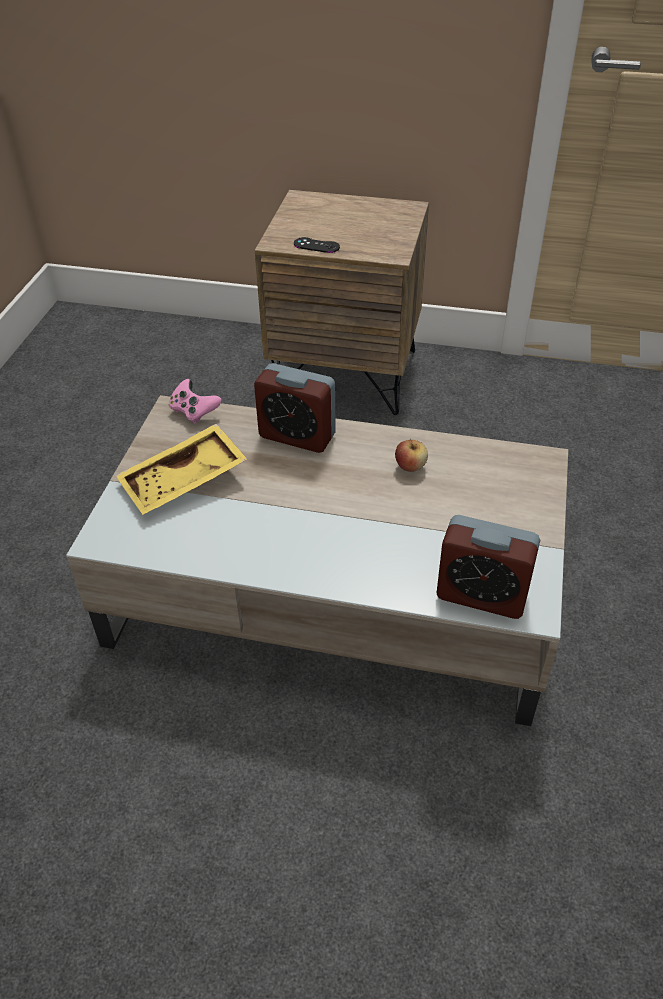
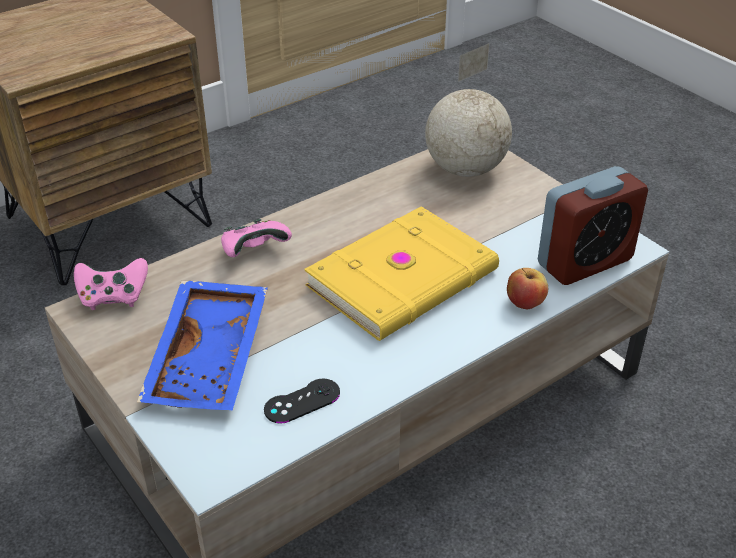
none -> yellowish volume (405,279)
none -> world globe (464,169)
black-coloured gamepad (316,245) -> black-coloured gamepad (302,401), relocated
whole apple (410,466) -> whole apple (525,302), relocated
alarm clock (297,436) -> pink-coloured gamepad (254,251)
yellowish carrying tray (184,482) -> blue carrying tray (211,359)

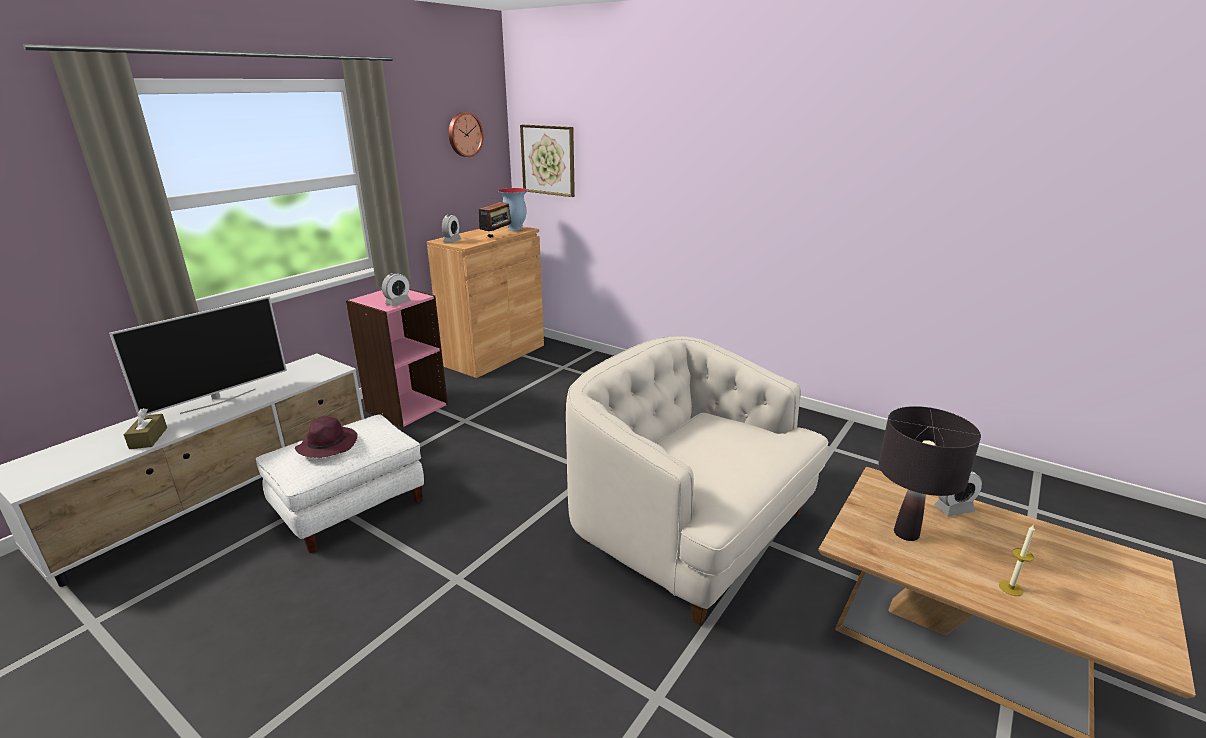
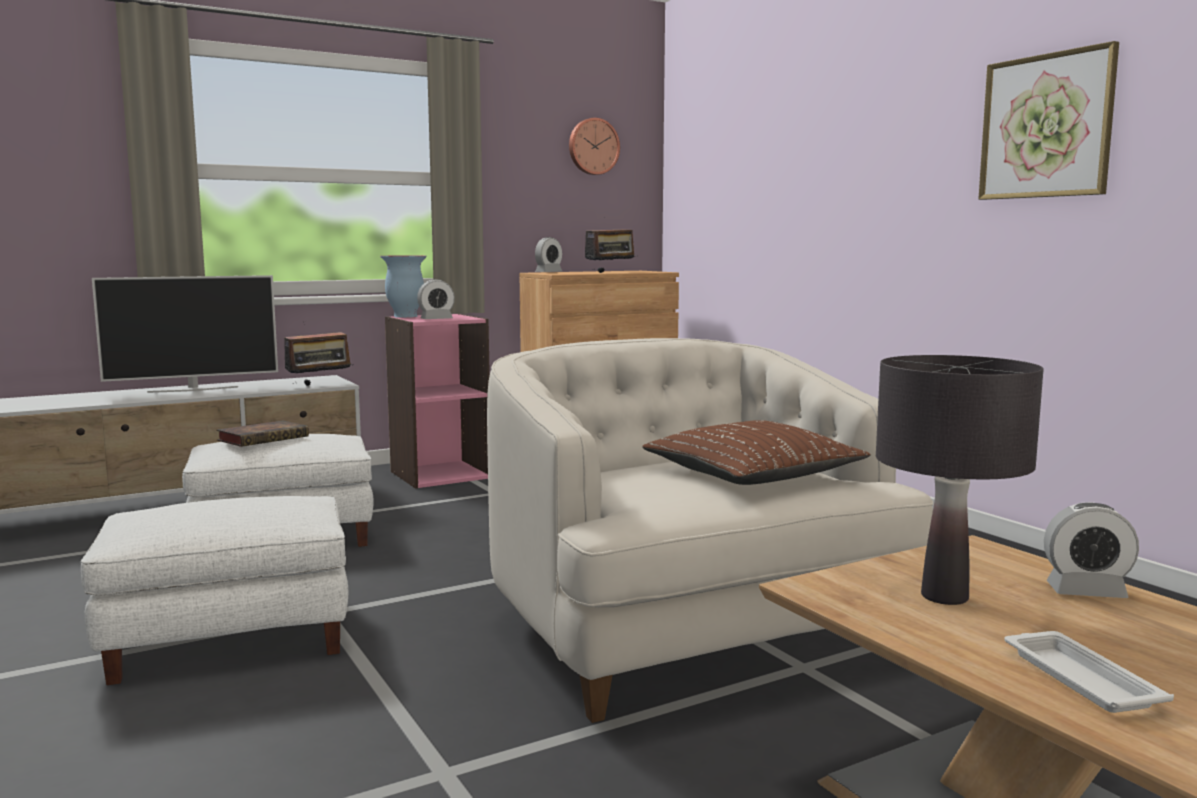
brown tissue holder (148,438) -> none
none -> white-coloured pouffe (231,636)
none -> radio (320,385)
none -> brown throw pillow (751,474)
flower vase (514,229) -> flower vase (404,316), relocated
wall picture (548,160) -> wall picture (1046,126), relocated
purplish wearable hat (327,444) -> volume (264,438)
candle (1011,588) -> white-coloured carrying tray (1078,678)

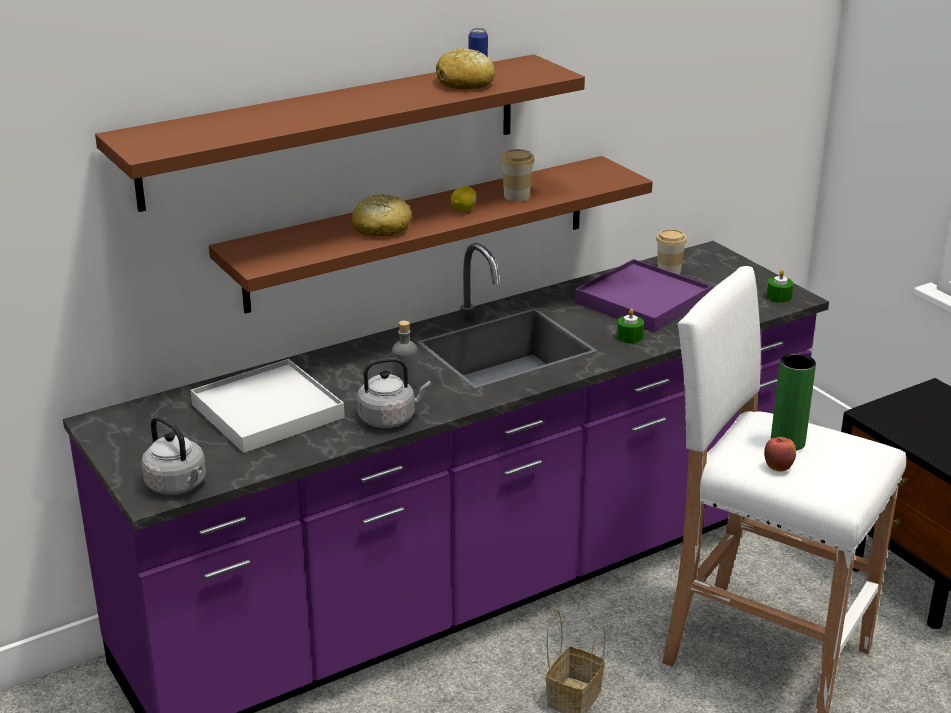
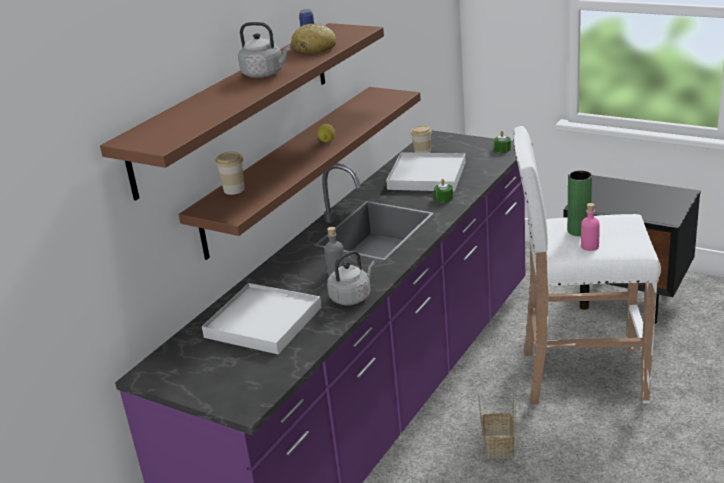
bread (381,228) -> none
greyish water kettle (178,485) -> greyish water kettle (265,74), relocated
small cup (516,196) -> small cup (234,190), relocated
whole apple (778,468) -> pink-coloured drink bottle (589,246)
purplish carrying tray (642,301) -> white-coloured carrying tray (427,176)

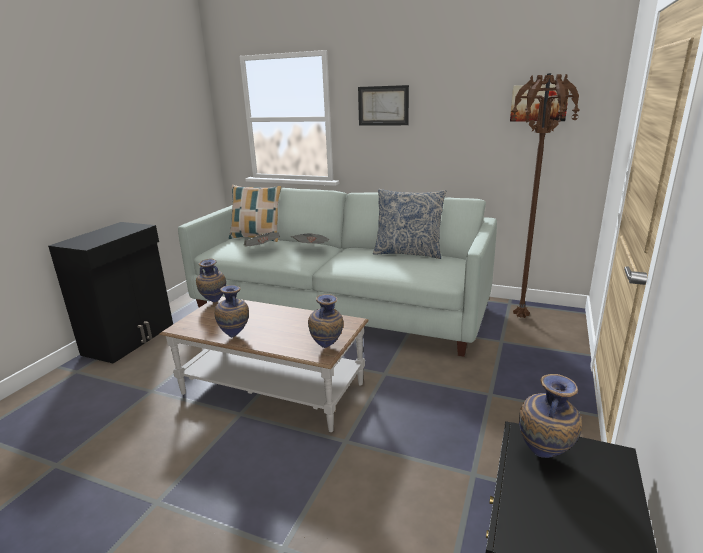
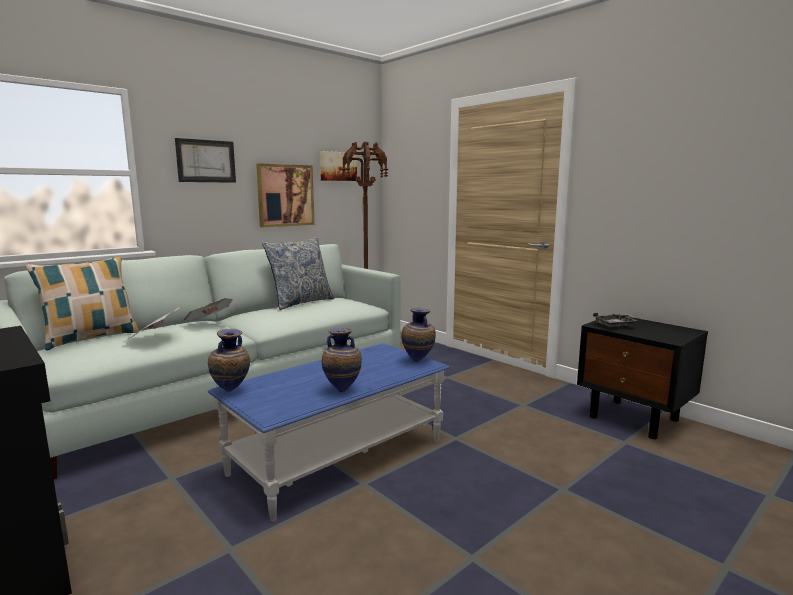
none -> wall picture (285,195)
flower vase (544,457) -> greyish carrying tray (616,325)
brown low table (272,388) -> blue low table (338,457)

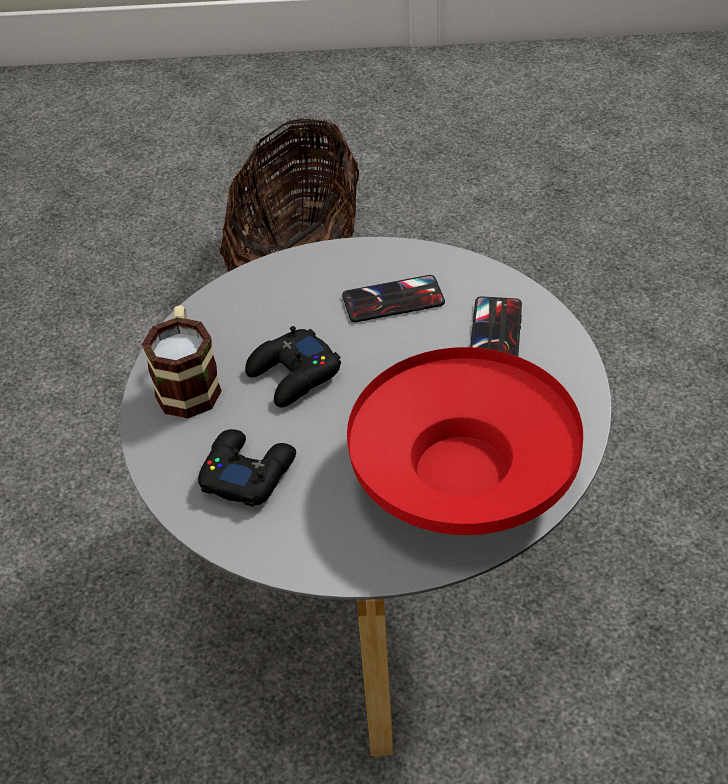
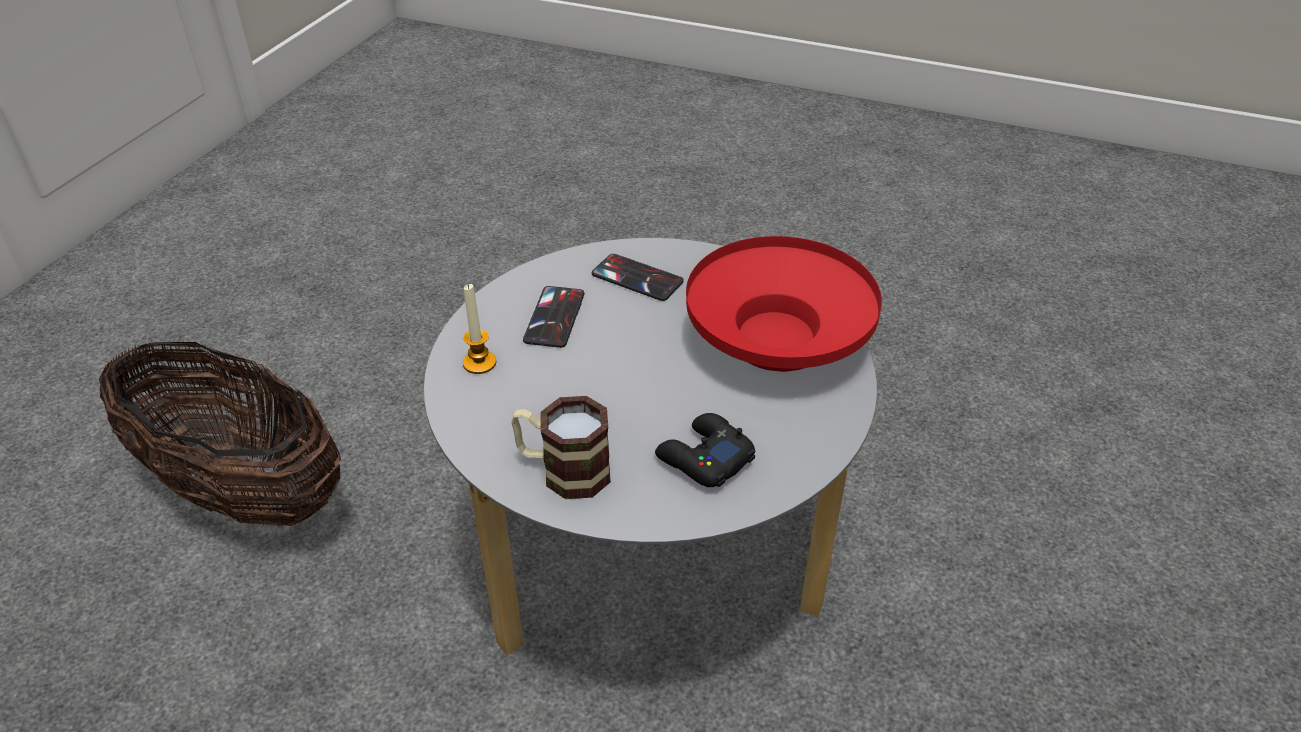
black-coloured gamepad (293,375) -> none
none -> candle (479,363)

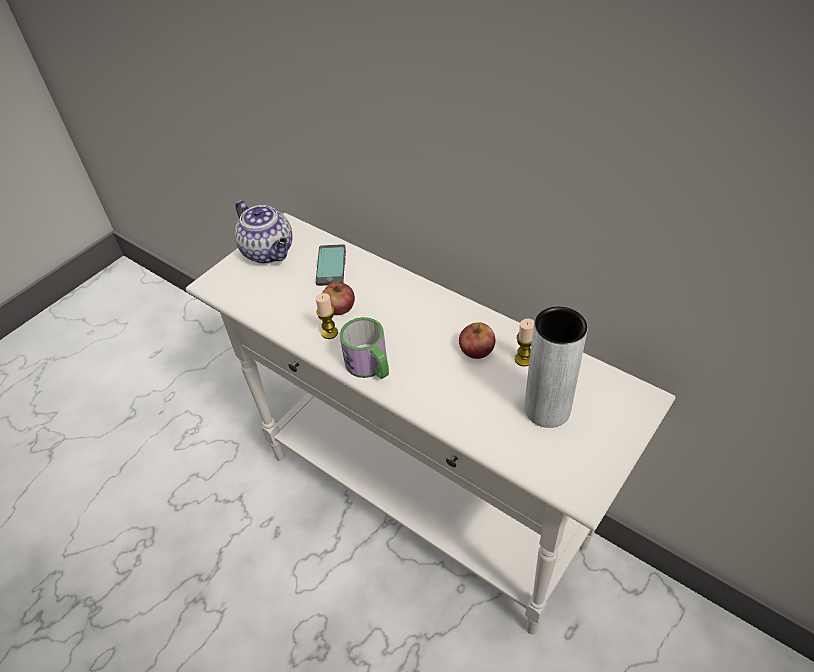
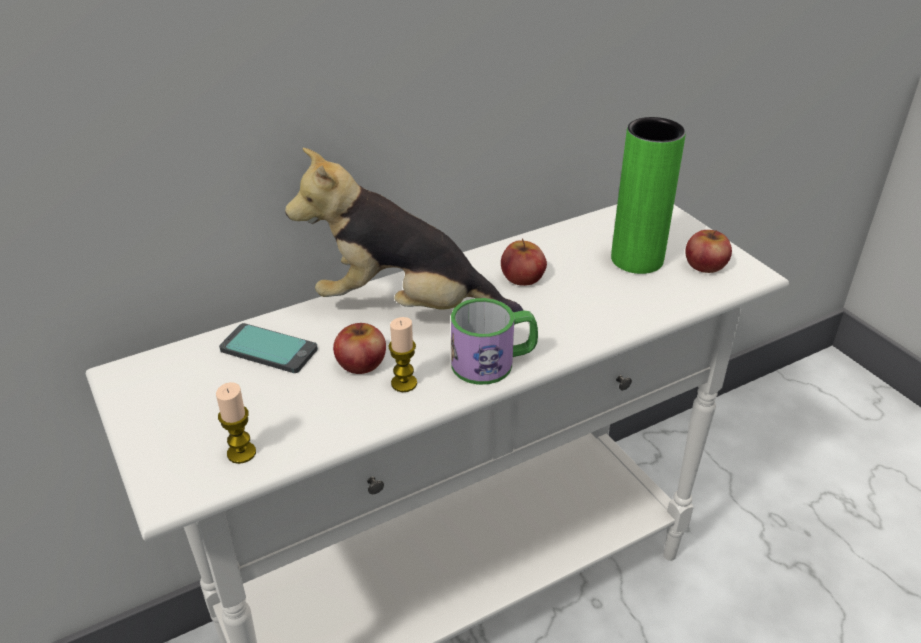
pot for tea (269,252) -> none
none -> plush toy (405,307)
none -> whole apple (705,264)
candle (523,359) -> candle (241,453), relocated
greyish flower vase (547,409) -> green flower vase (637,260)

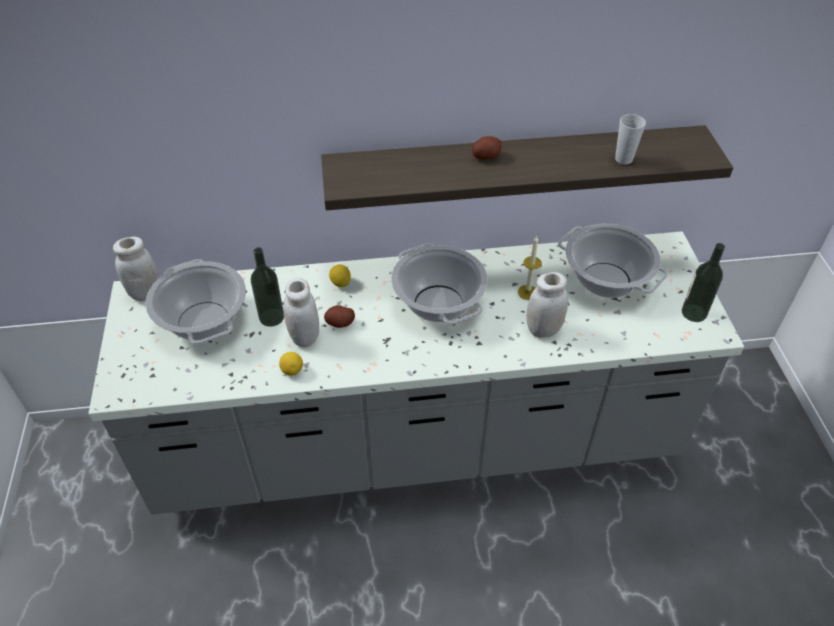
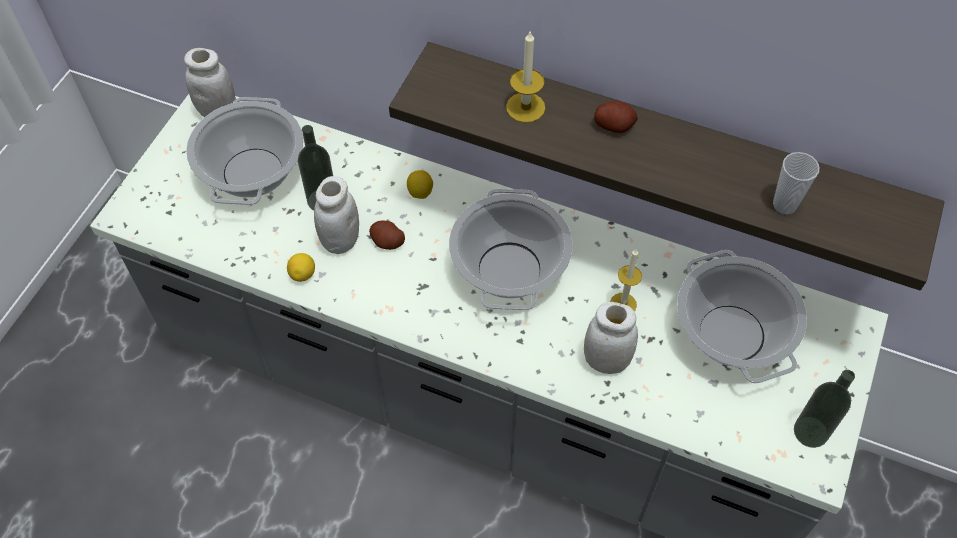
none -> candle (525,107)

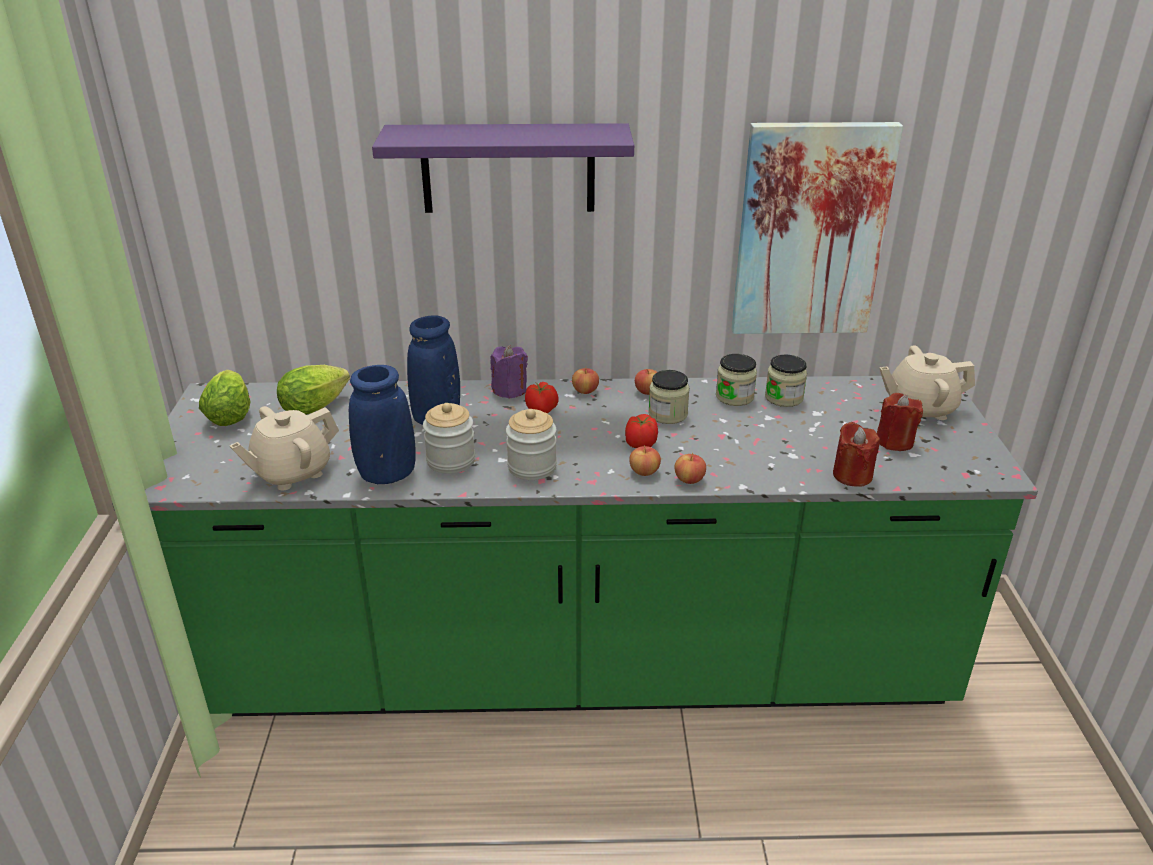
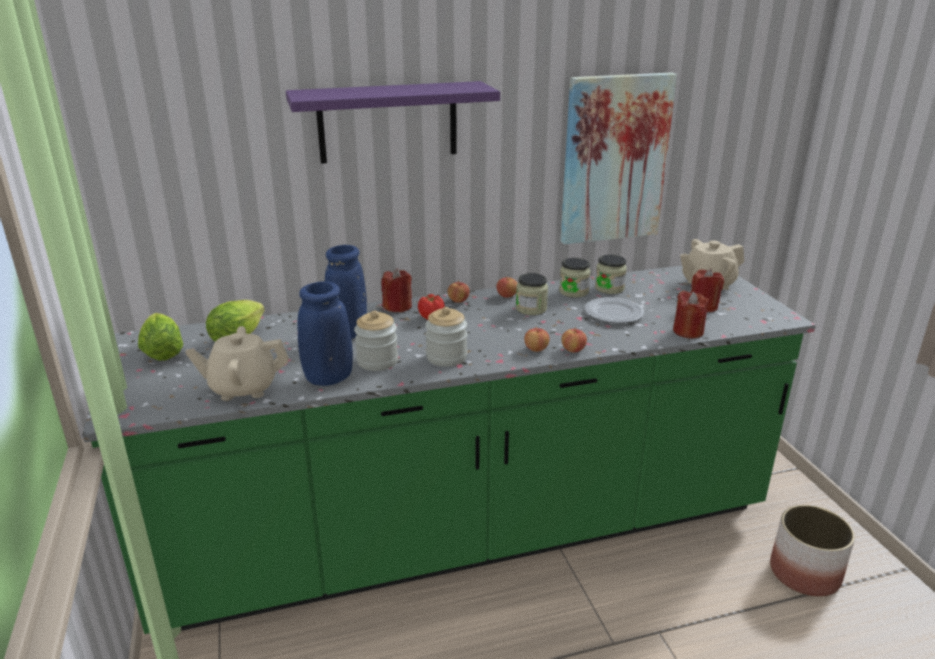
fresh tomato (640,444) -> none
none -> flat dish (613,313)
none -> flower pot (805,573)
purplish candle (509,390) -> red-coloured candle (397,307)
beige-coloured pot for tea (292,473) -> beige-coloured pot for tea (243,388), 45 degrees clockwise

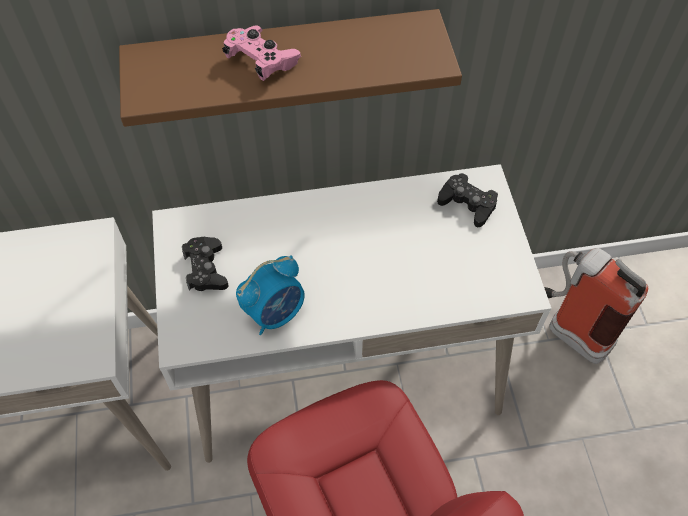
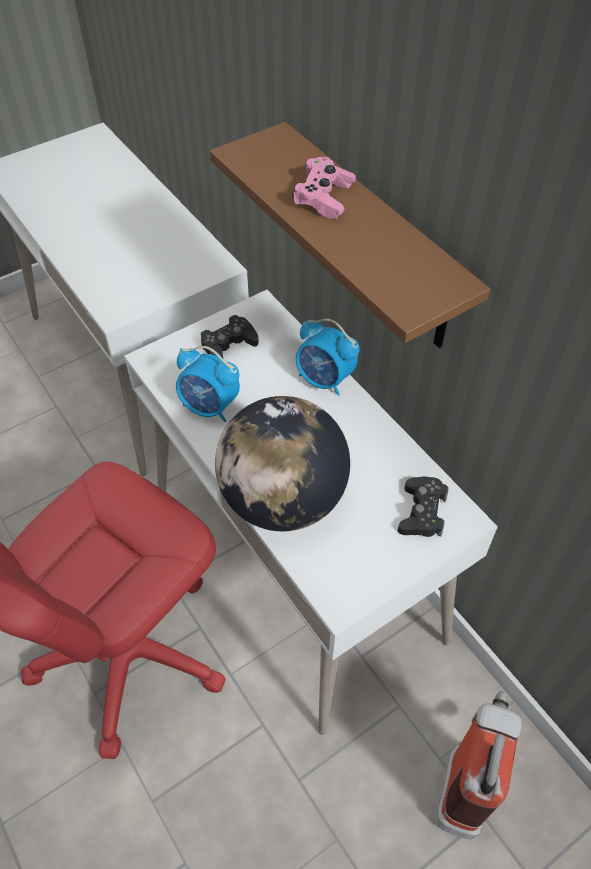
none -> world globe (283,499)
none -> alarm clock (324,380)

